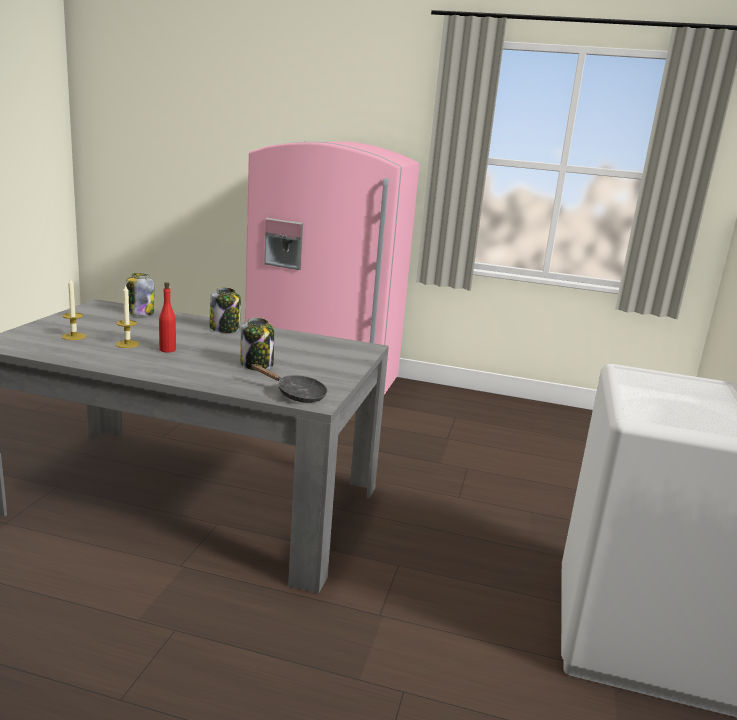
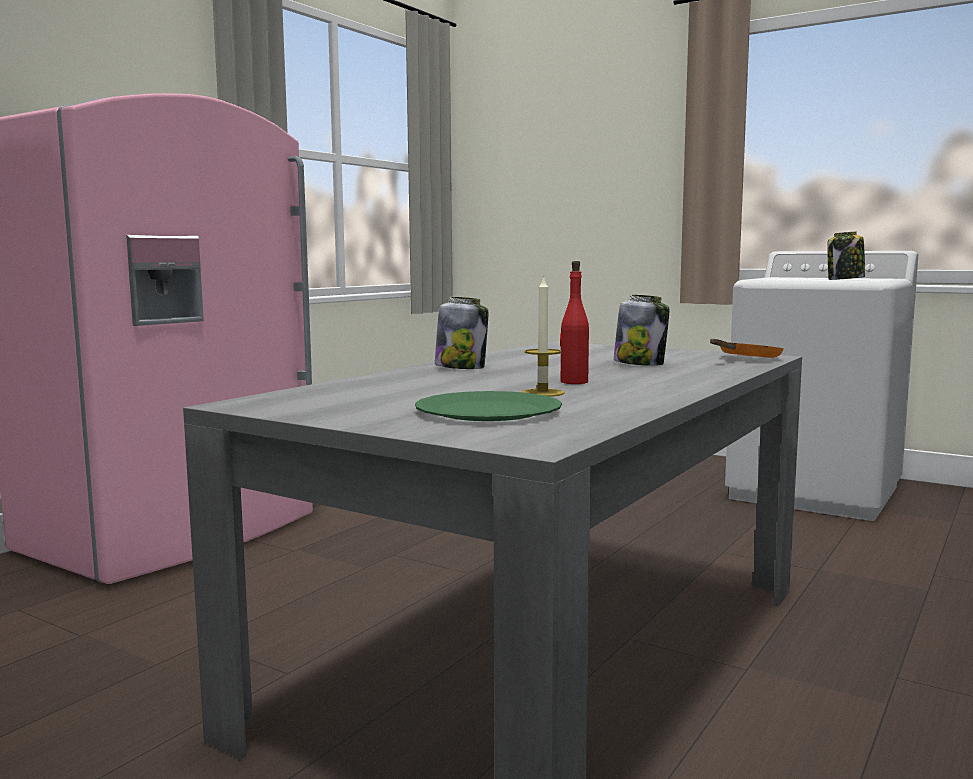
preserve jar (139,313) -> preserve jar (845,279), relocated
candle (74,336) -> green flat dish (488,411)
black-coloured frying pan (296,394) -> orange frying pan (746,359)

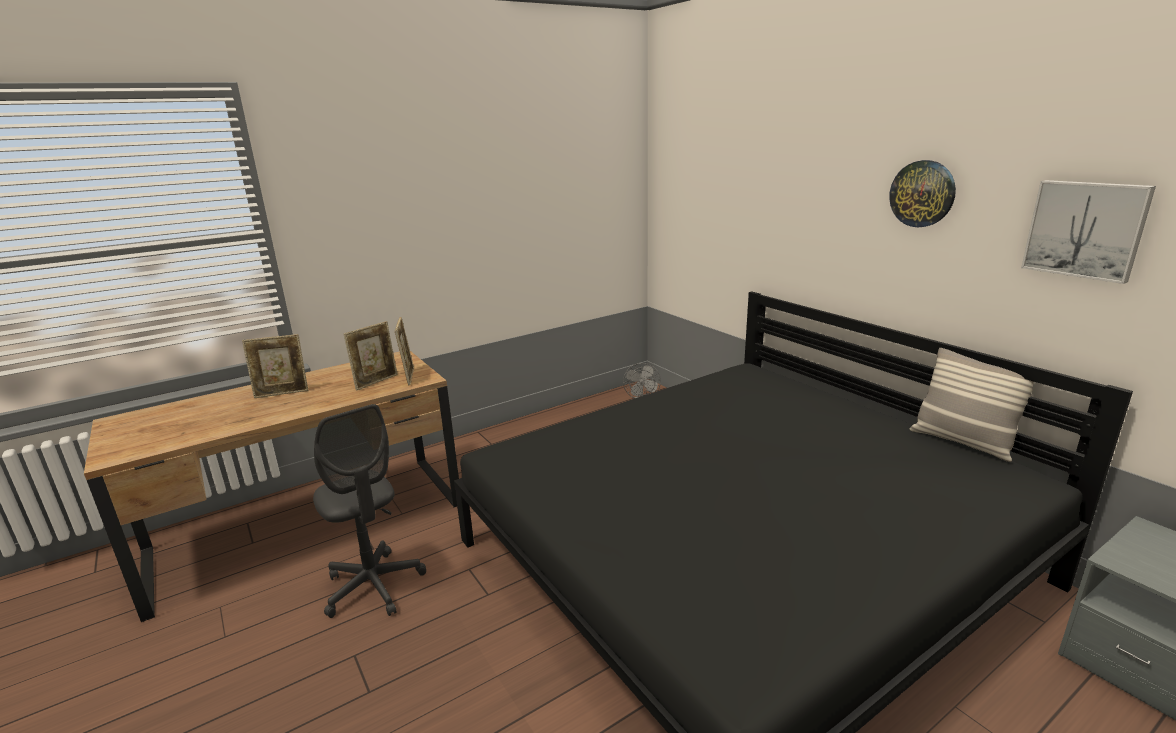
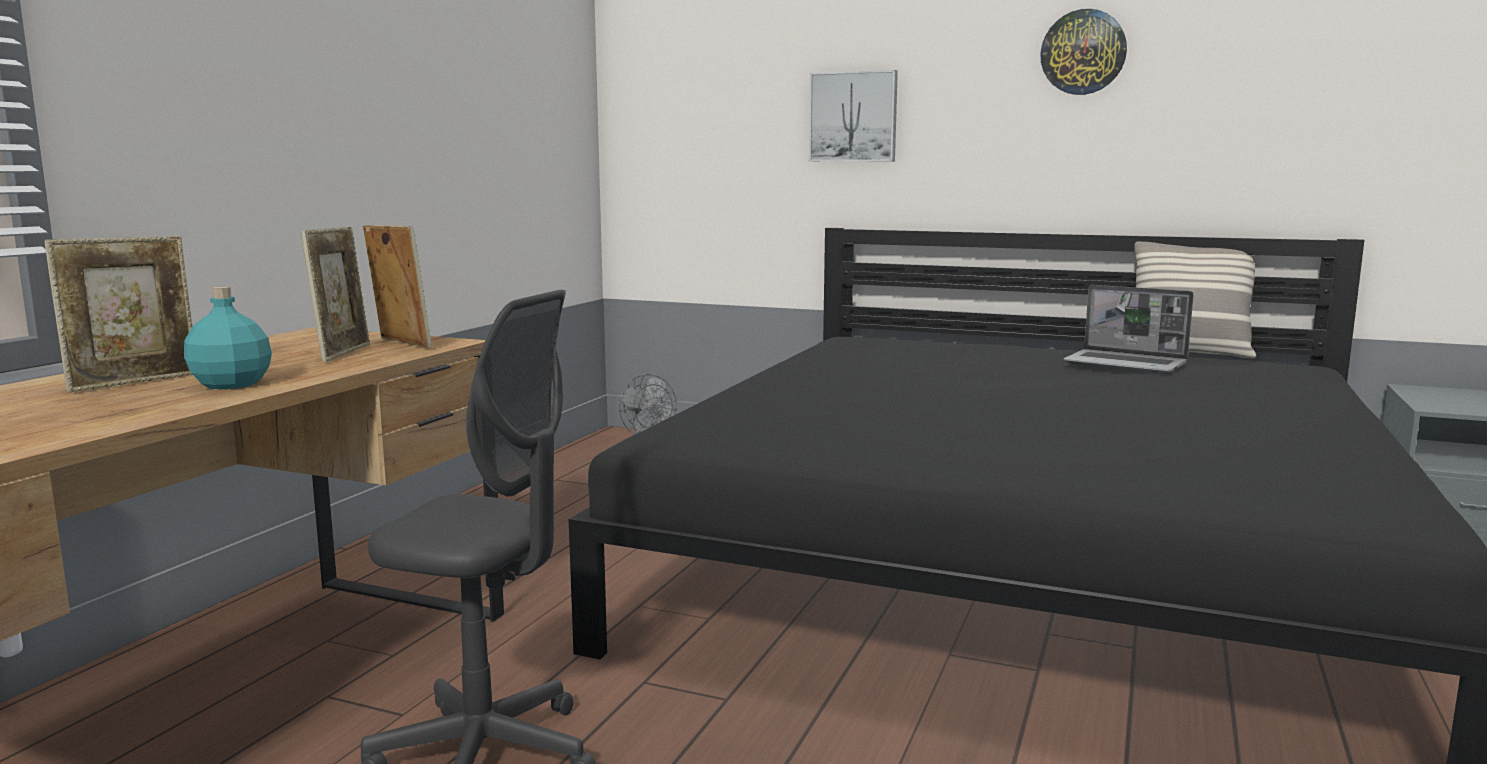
none -> turquoise-coloured drink bottle (232,384)
none -> laptop (1127,364)
wall picture (1085,229) -> wall picture (853,117), relocated

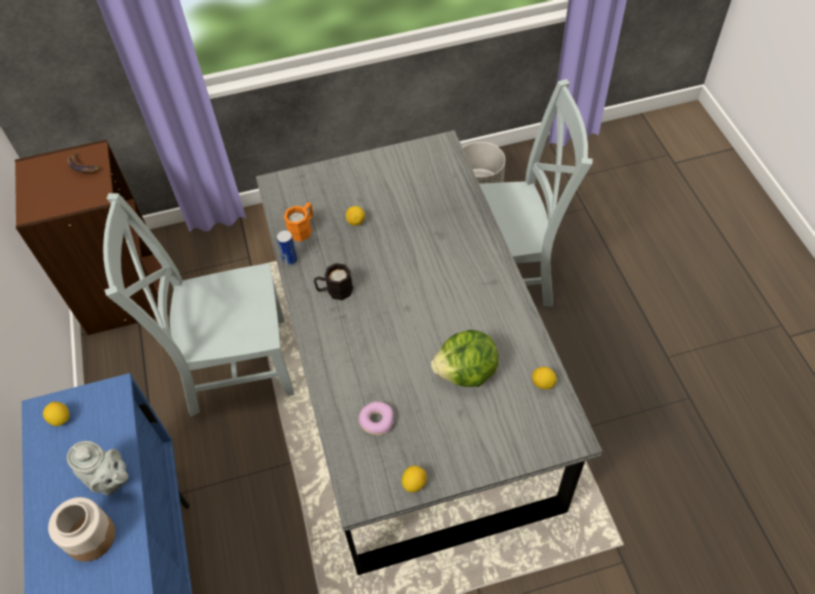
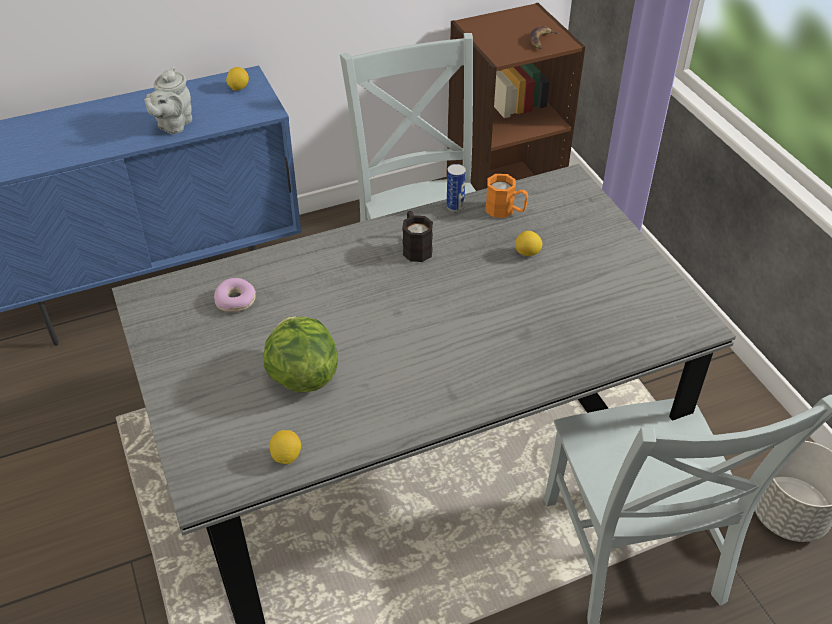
preserve jar (90,537) -> none
lemon (414,483) -> none

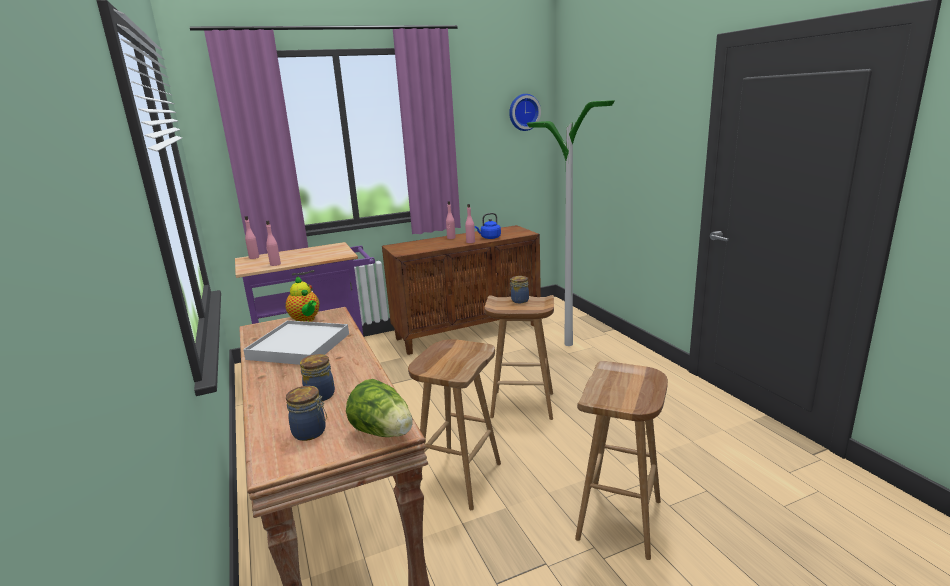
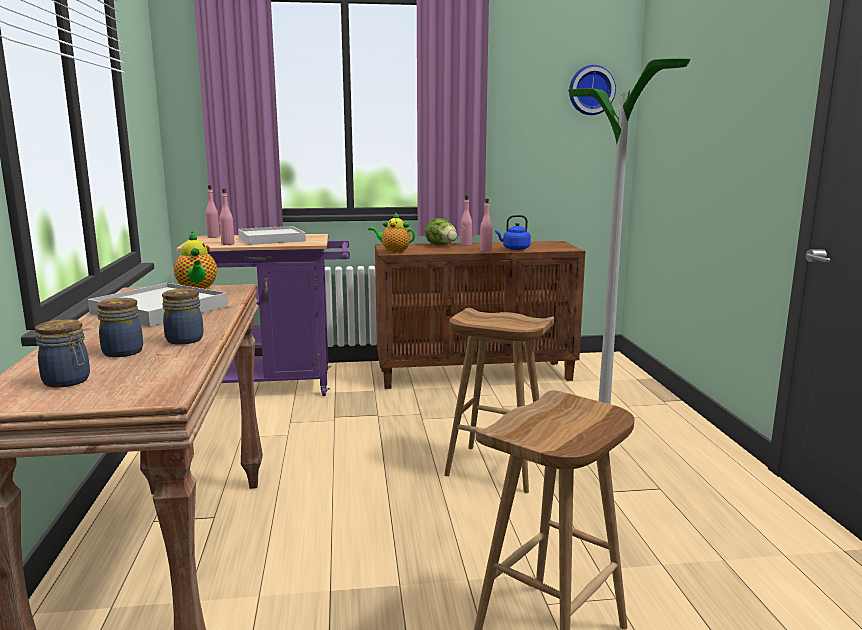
brown stool seat (459,477) -> none
none -> white-coloured carrying tray (271,239)
none -> pot for tea (394,251)
lettuce (383,432) -> lettuce (442,245), relocated
preserve jar (519,300) -> preserve jar (184,339), relocated

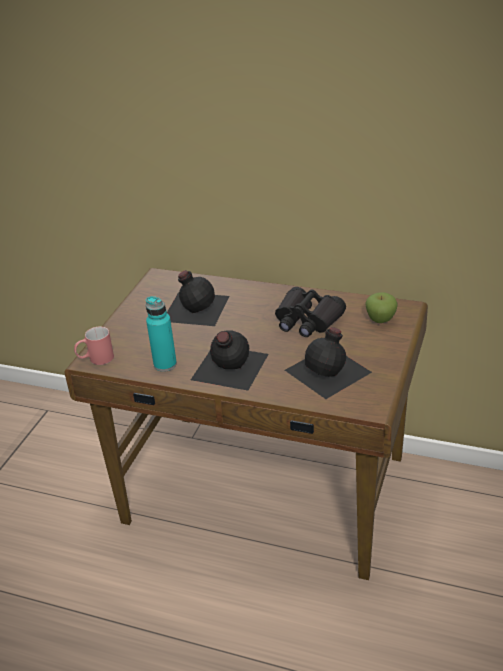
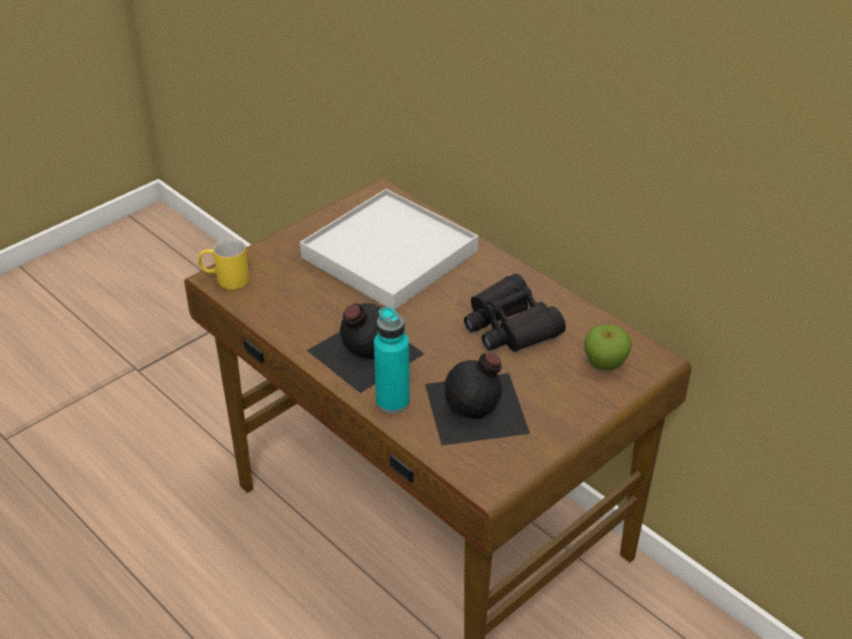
turquoise-coloured drink bottle (165,364) -> turquoise-coloured drink bottle (392,401), relocated
black-coloured drink bottle (195,307) -> white-coloured carrying tray (389,254)
red-coloured mug (95,360) -> yellowish mug (225,279)

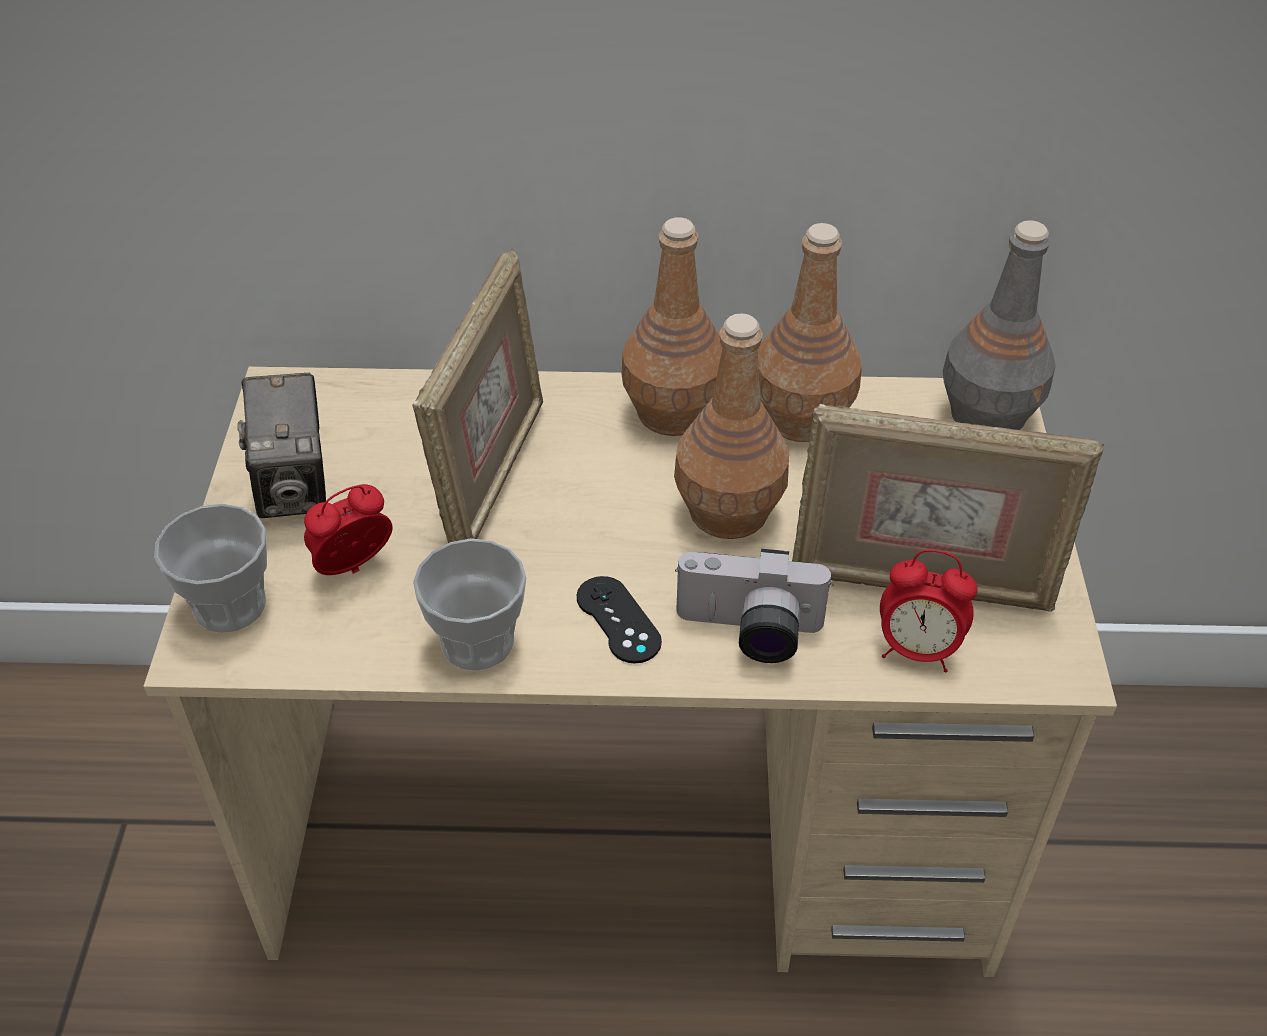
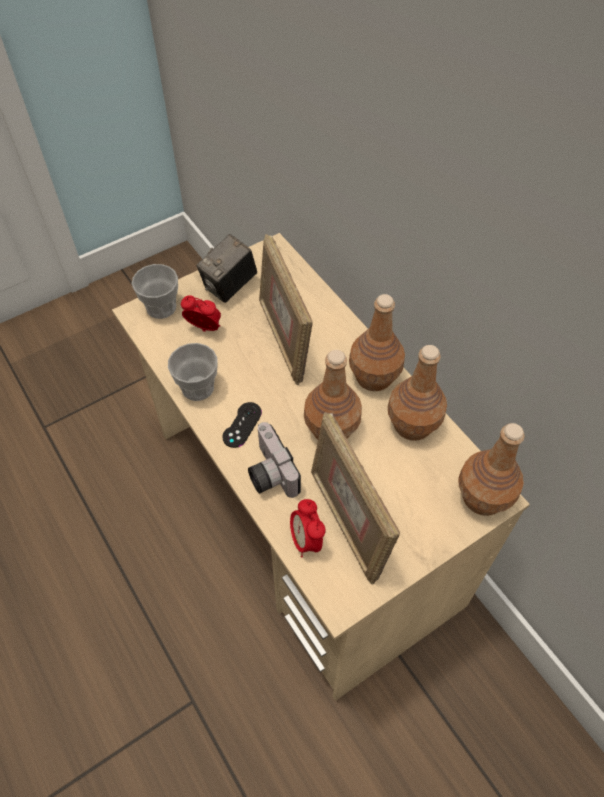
greyish drink bottle (988,415) -> brown drink bottle (484,497)
picture frame (491,477) -> picture frame (284,339), 90 degrees clockwise

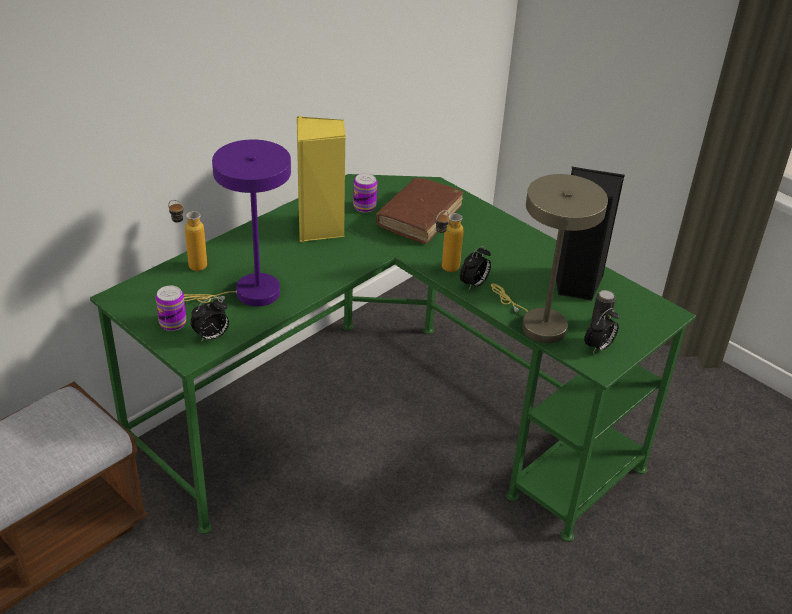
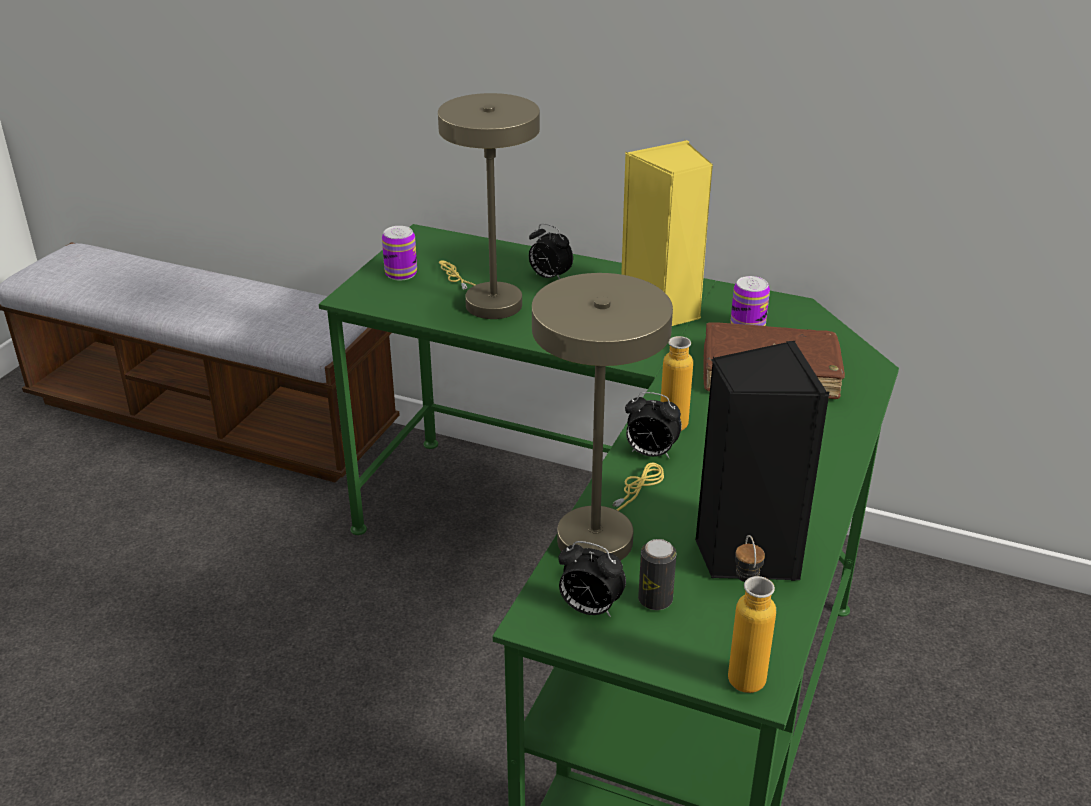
drink bottle (190,265) -> drink bottle (742,668), relocated
alarm clock (211,337) -> alarm clock (549,277), relocated
purplish lamp for a table (249,294) -> beige-coloured lamp for a table (486,300)

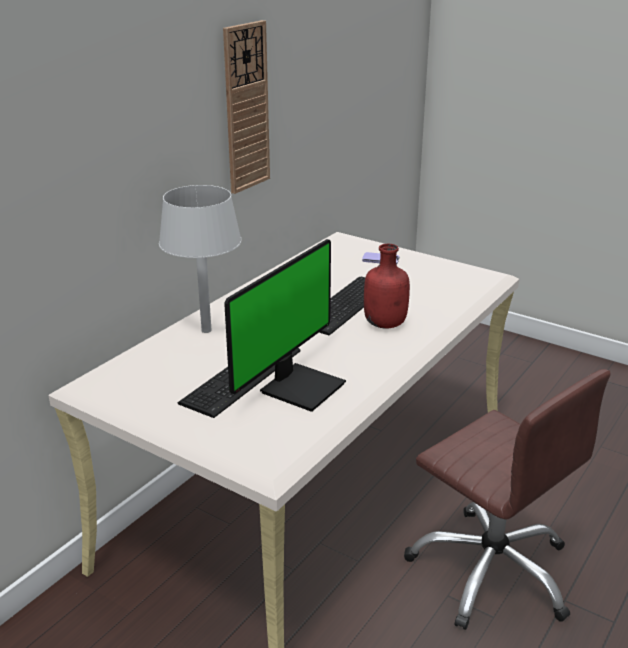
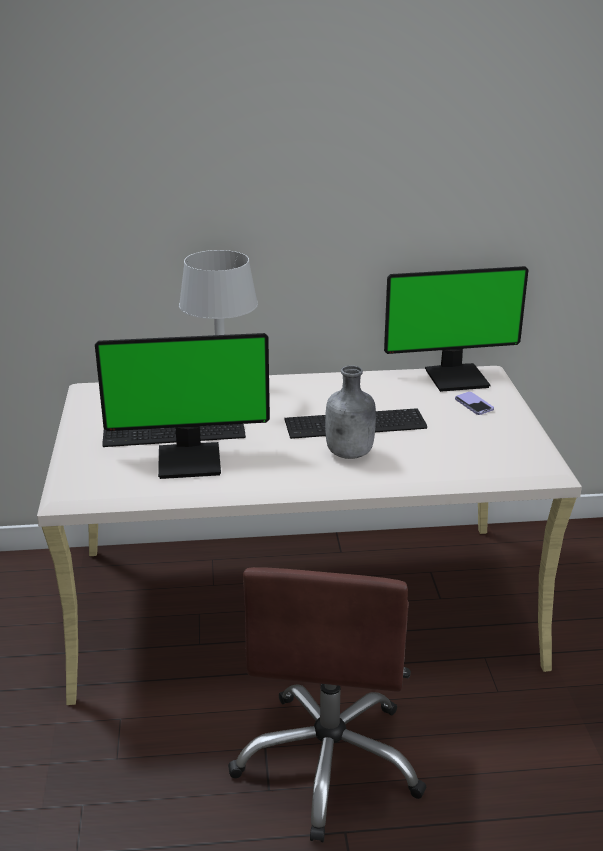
wall clock (246,108) -> none
none -> computer screen (456,377)
red-coloured drink bottle (386,324) -> greyish drink bottle (350,454)

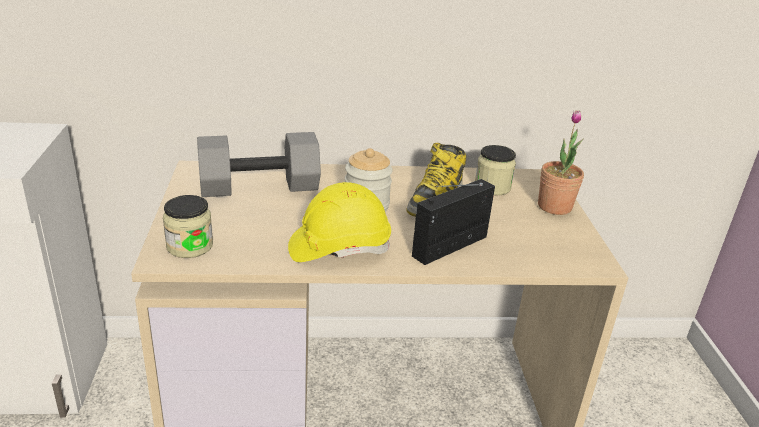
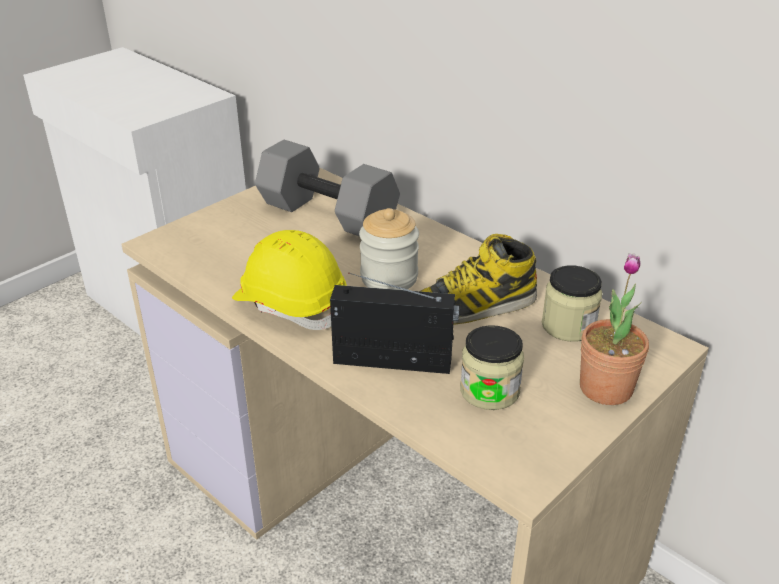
preserve jar (189,246) -> preserve jar (489,391), relocated

